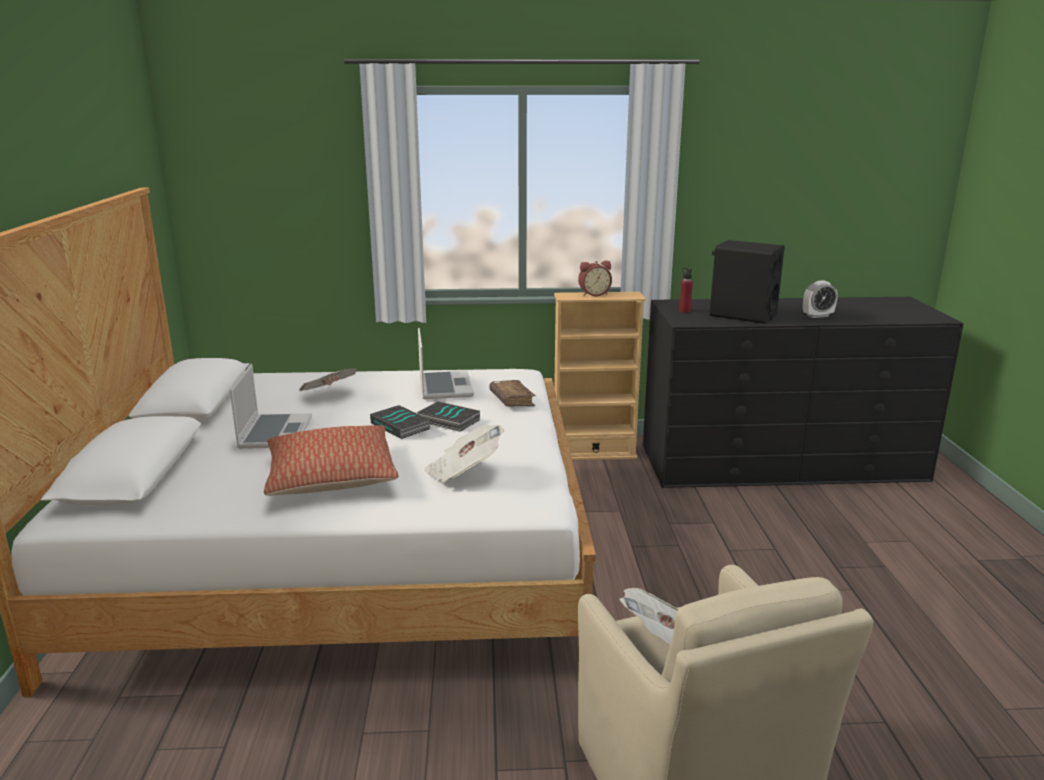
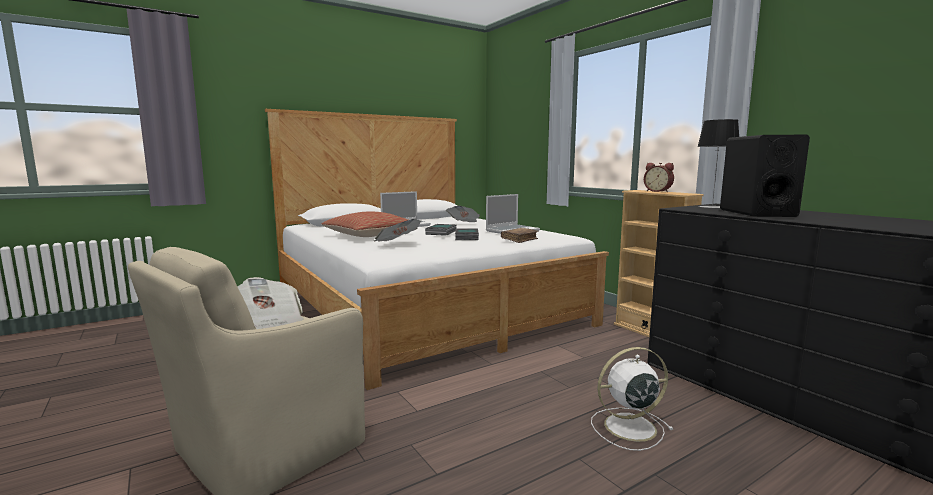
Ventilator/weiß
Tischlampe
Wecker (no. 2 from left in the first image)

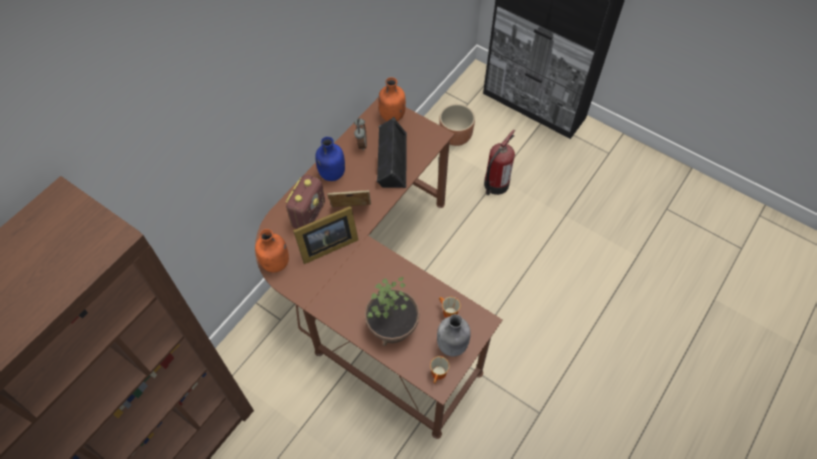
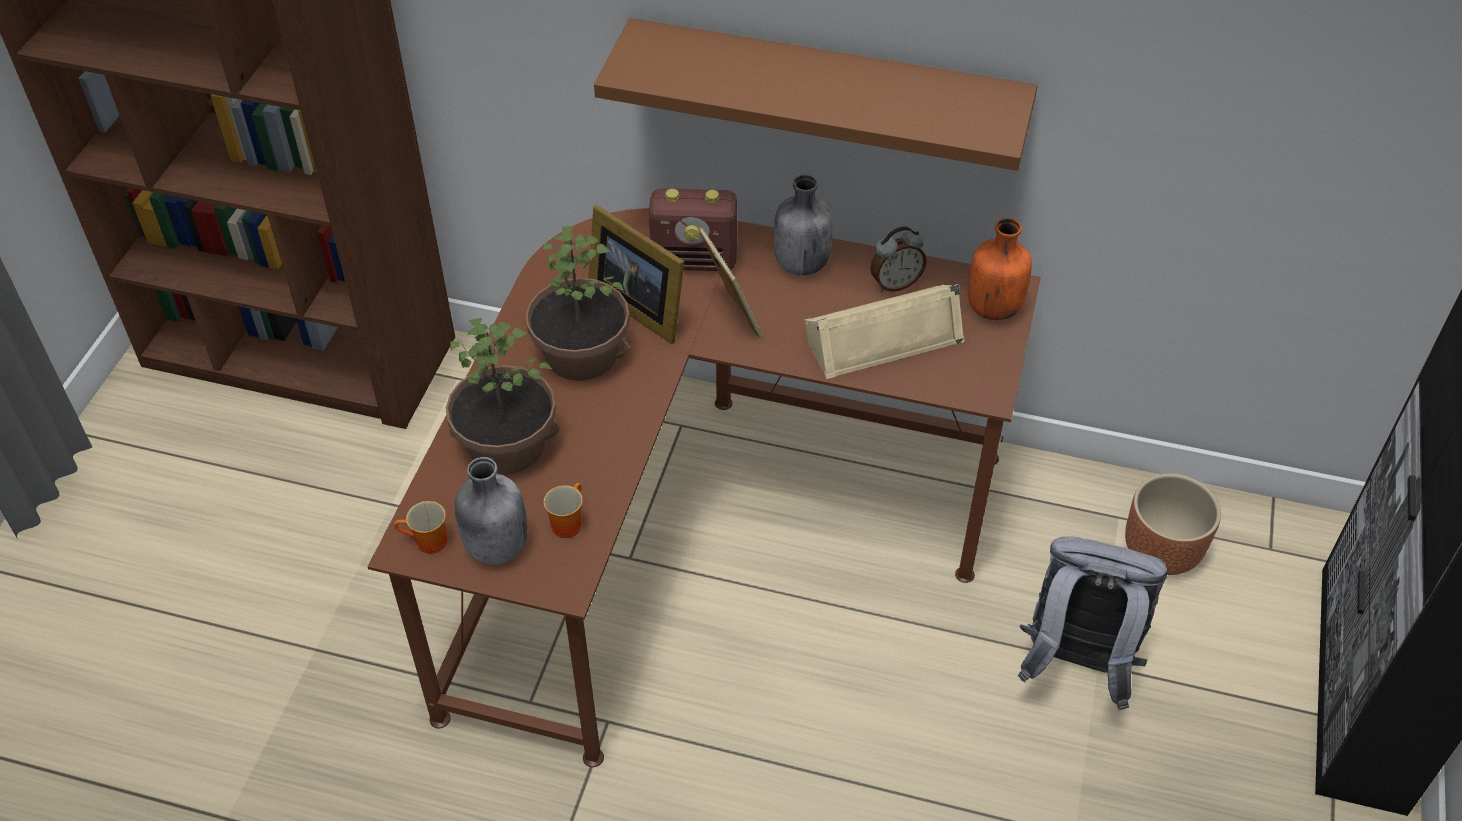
Topfpflanze (no. 2 from left)
Wandregal/braun
Flasche/grau (no. 2 from left)
Lautsprecher/beige
Rucksack/grau
Flasche/orange (no. 1 from left in the first image)

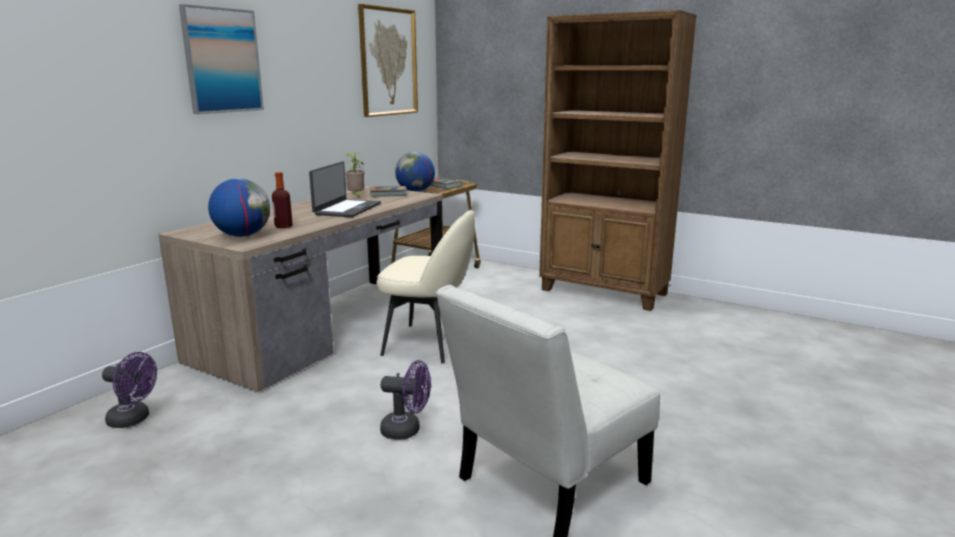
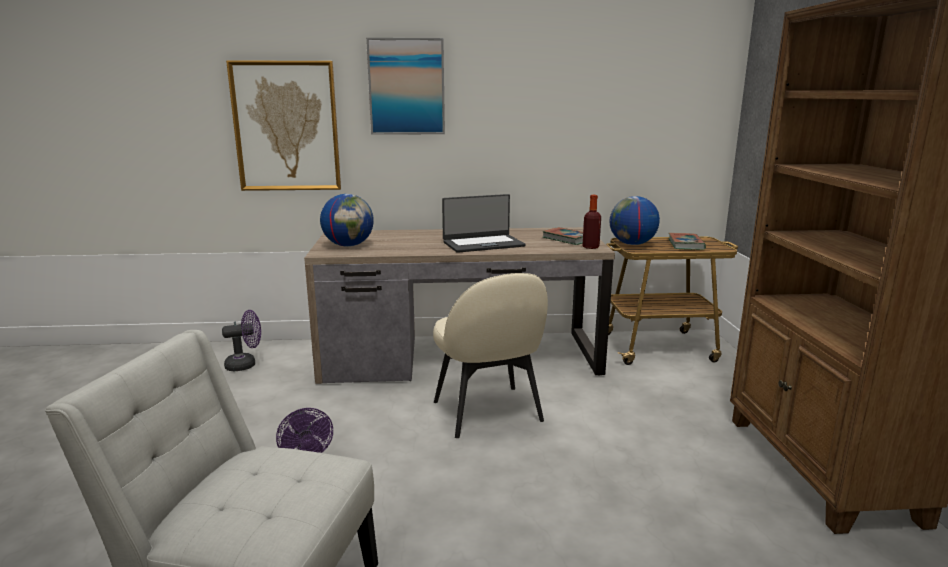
Ventilator/lila (no. 1 from left)
Bild (no. 1 from left)
Flasche
Topfpflanze

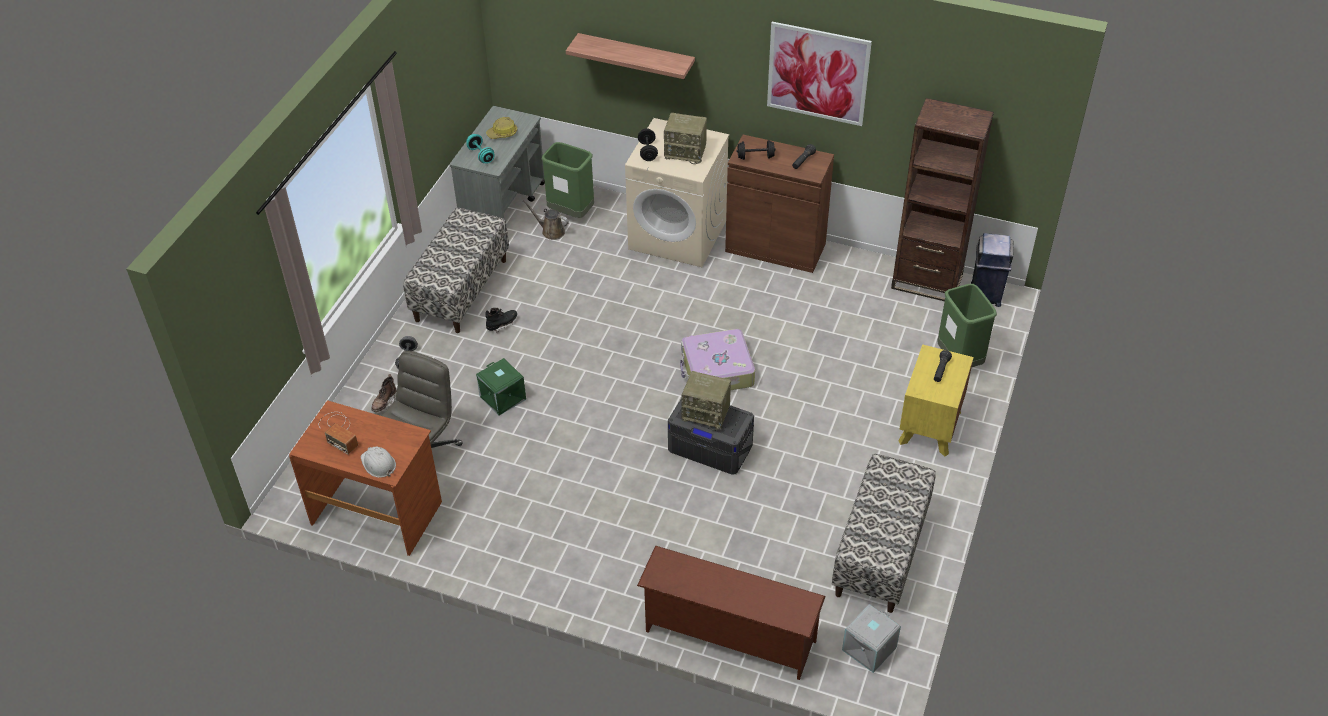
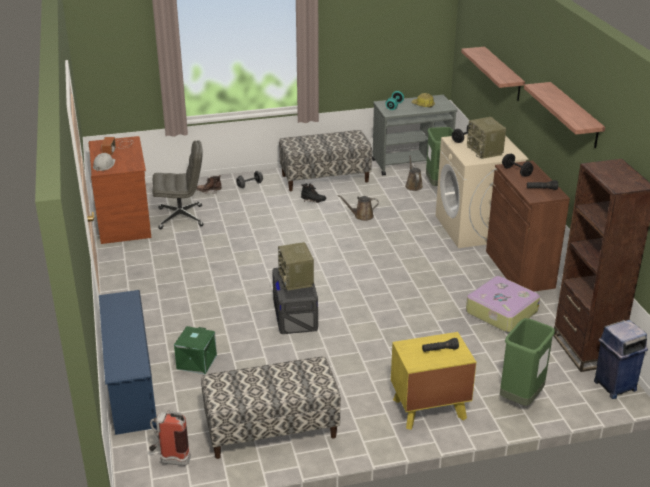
Schuhregal/blau
Feuerlöscher
Aufbewahrungsbox/grün
Gießkanne/braun (no. 1 from left)
Koffer
Wandregal (no. 2 from left)

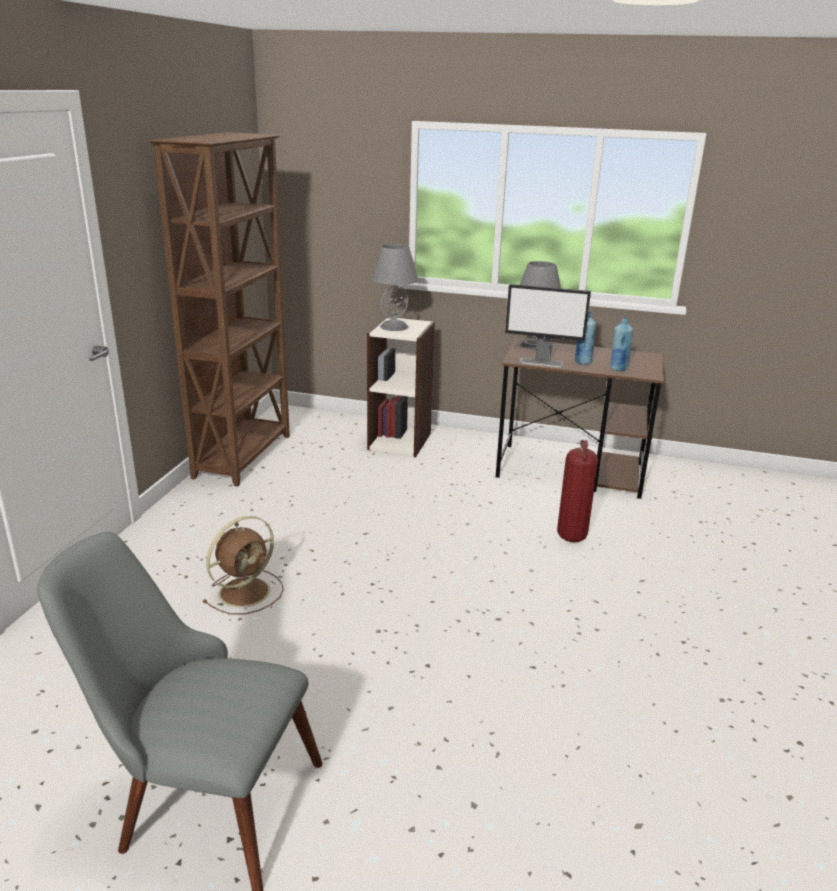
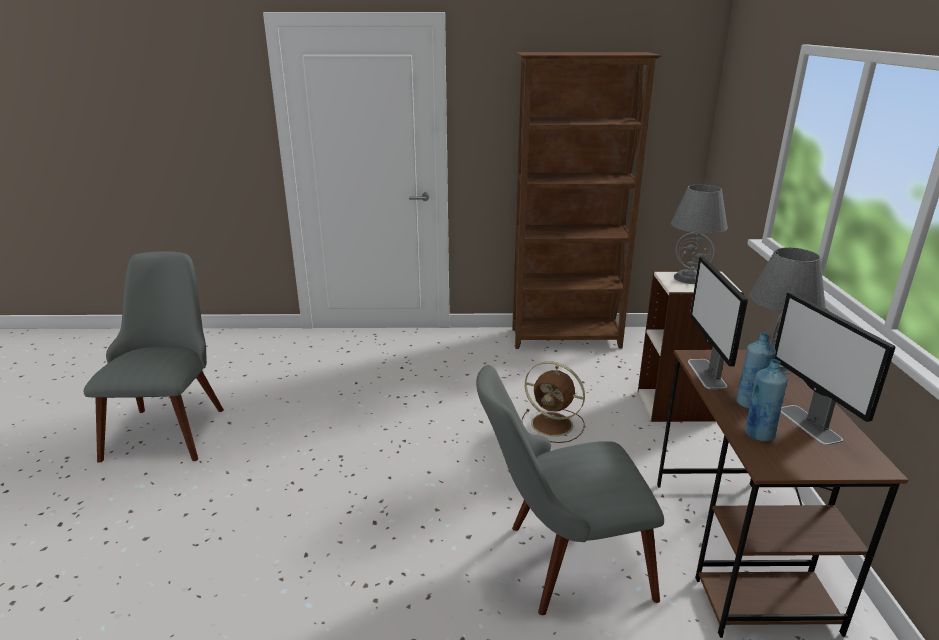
Stuhl/grau (no. 2 from left)
Ventilator/braun
Monitor (no. 2 from left)

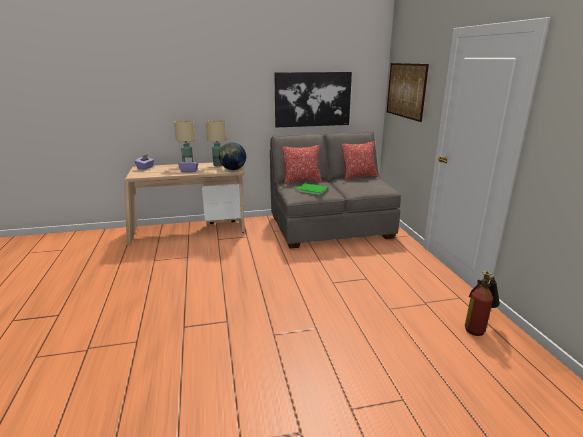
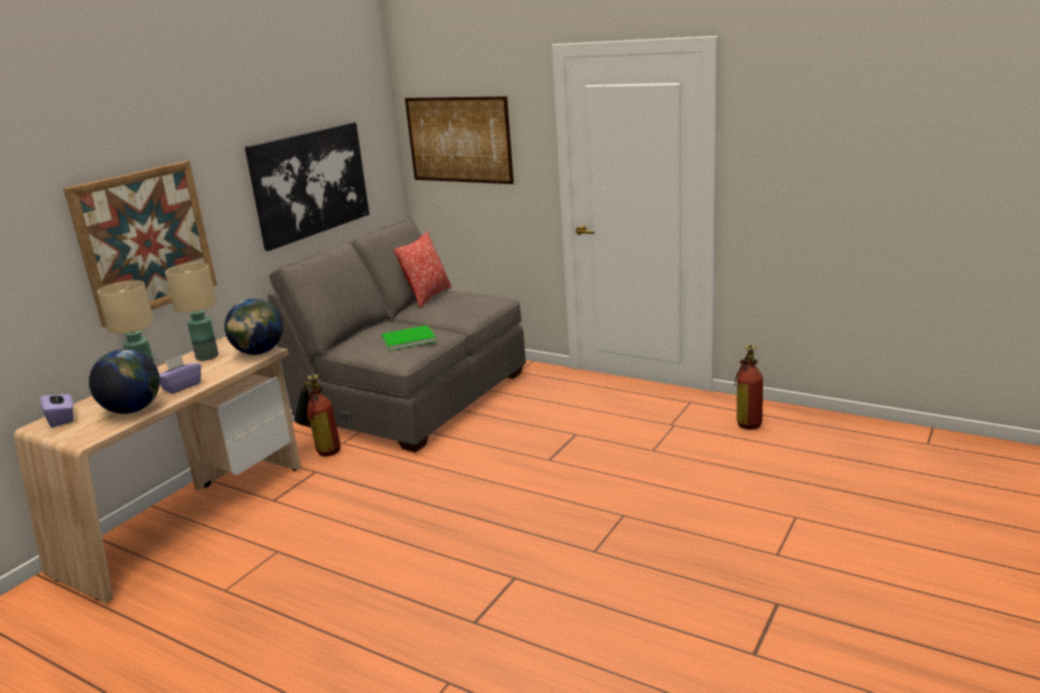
Bild (no. 1 from left)
Globus (no. 1 from left)
Feuerlöscher (no. 1 from left)
Kissen (no. 1 from left in the first image)

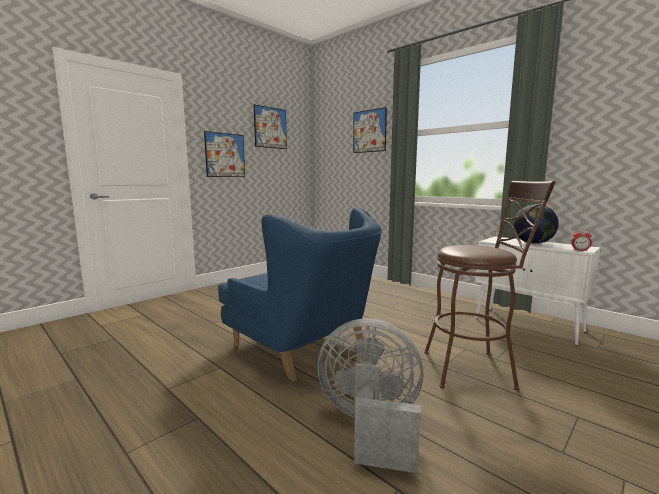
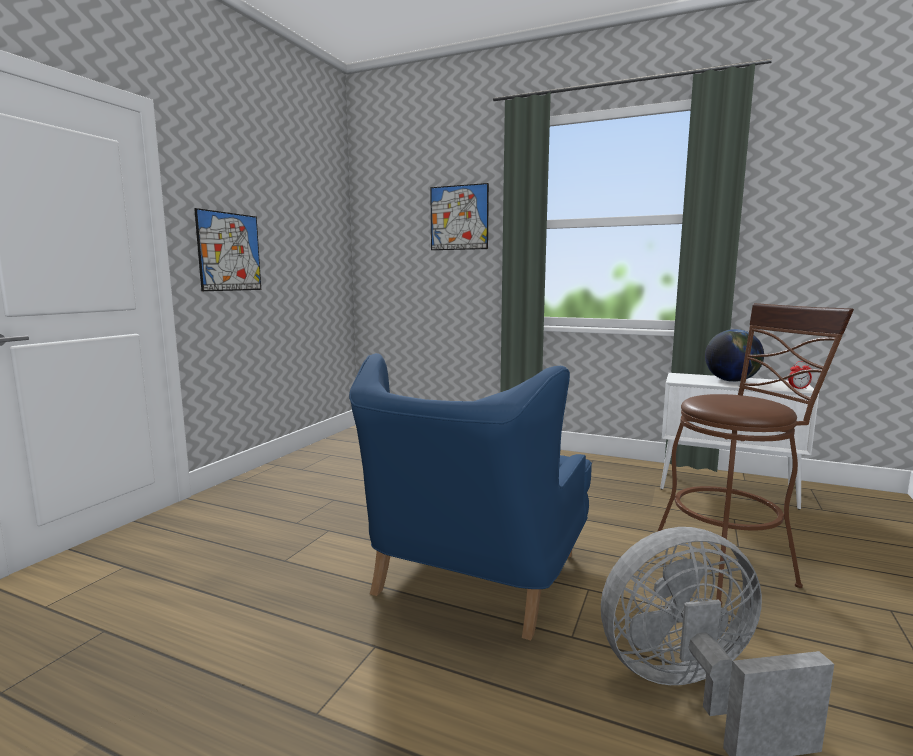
Sessel/blau
Bild (no. 2 from left in the first image)

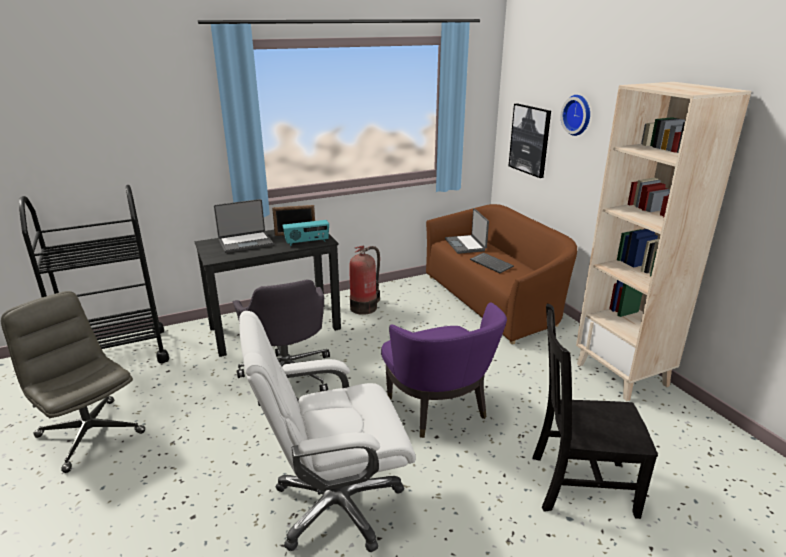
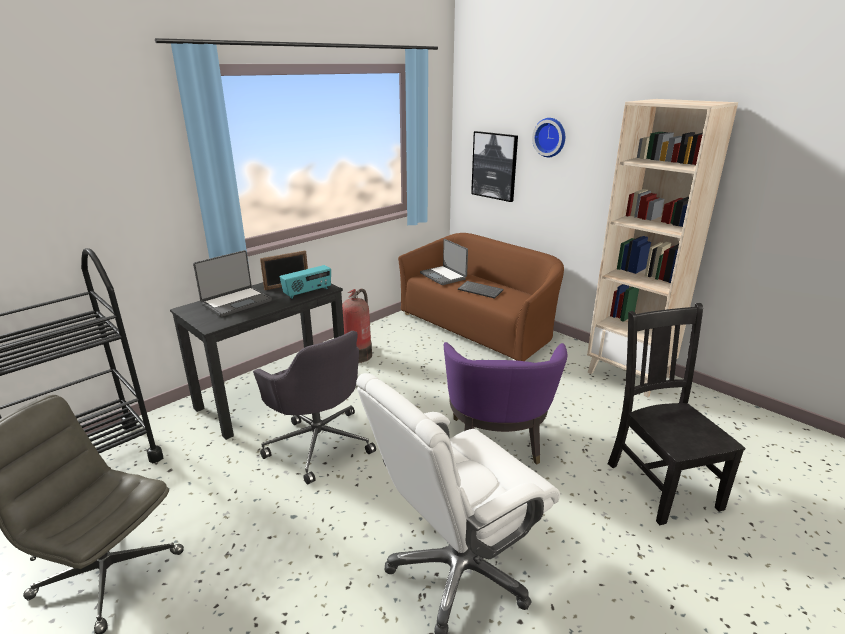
Sessel/lila
Stuhl/schwarz

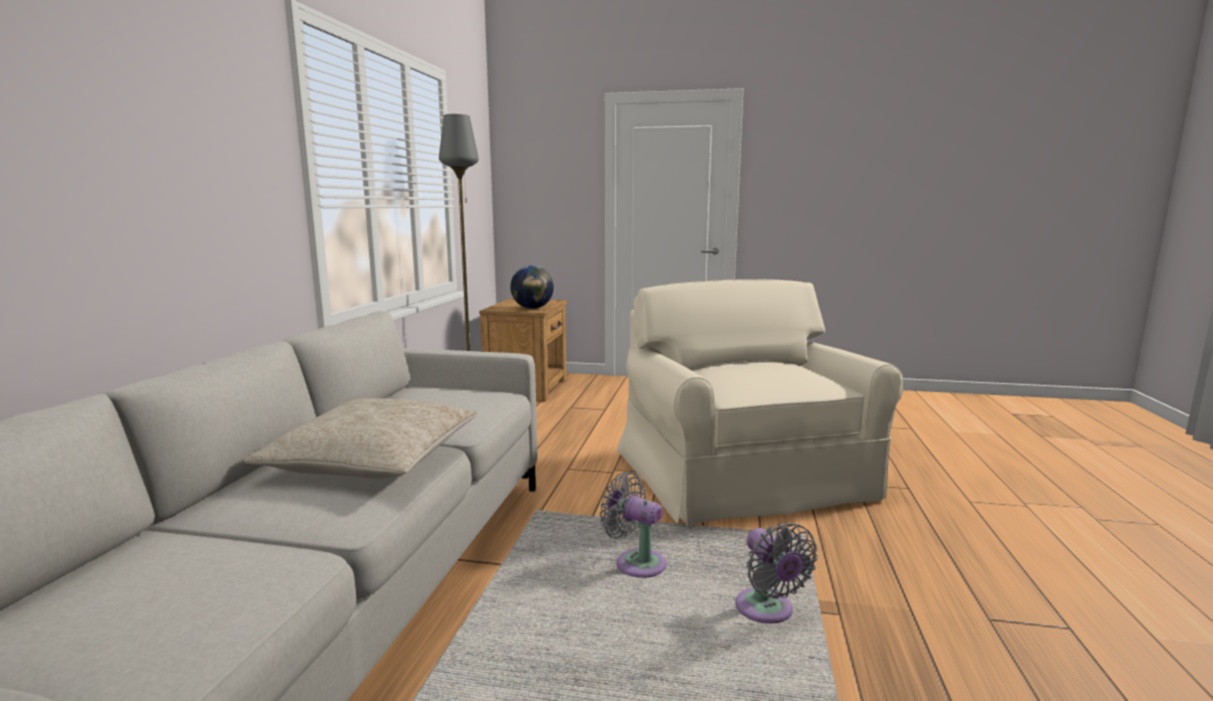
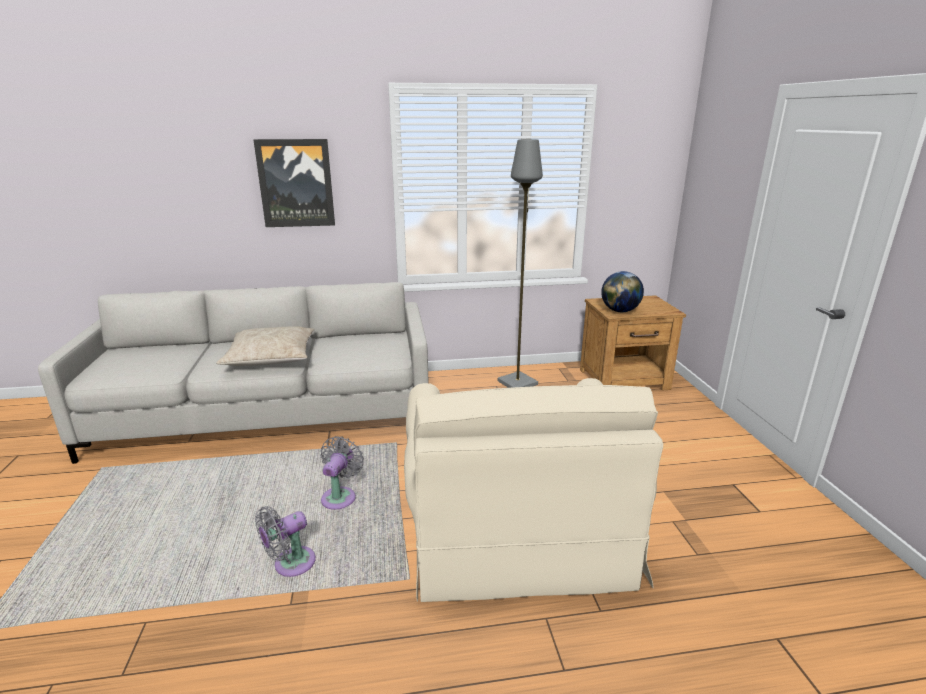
Bild
Sessel/beige

